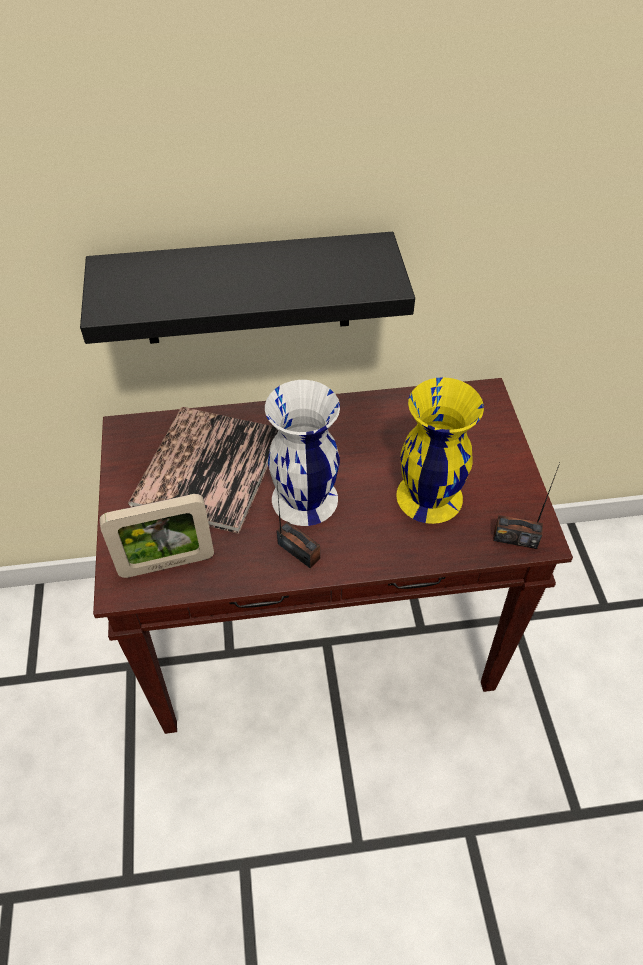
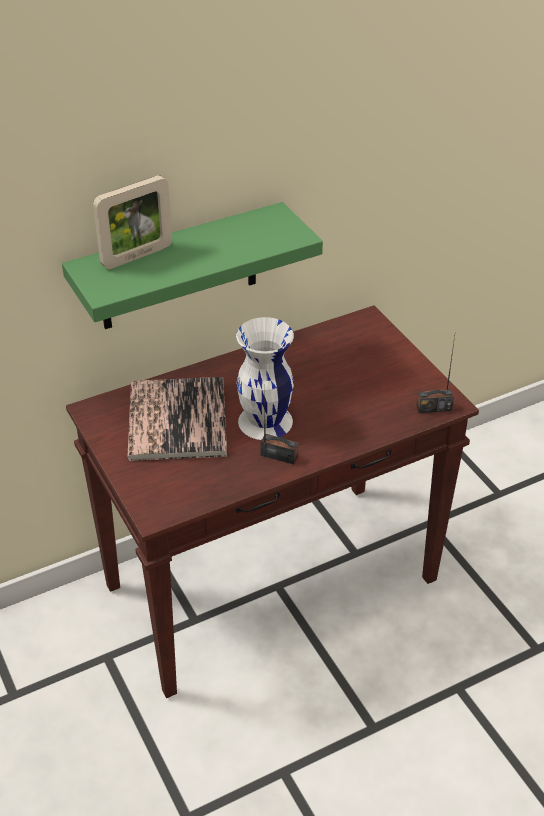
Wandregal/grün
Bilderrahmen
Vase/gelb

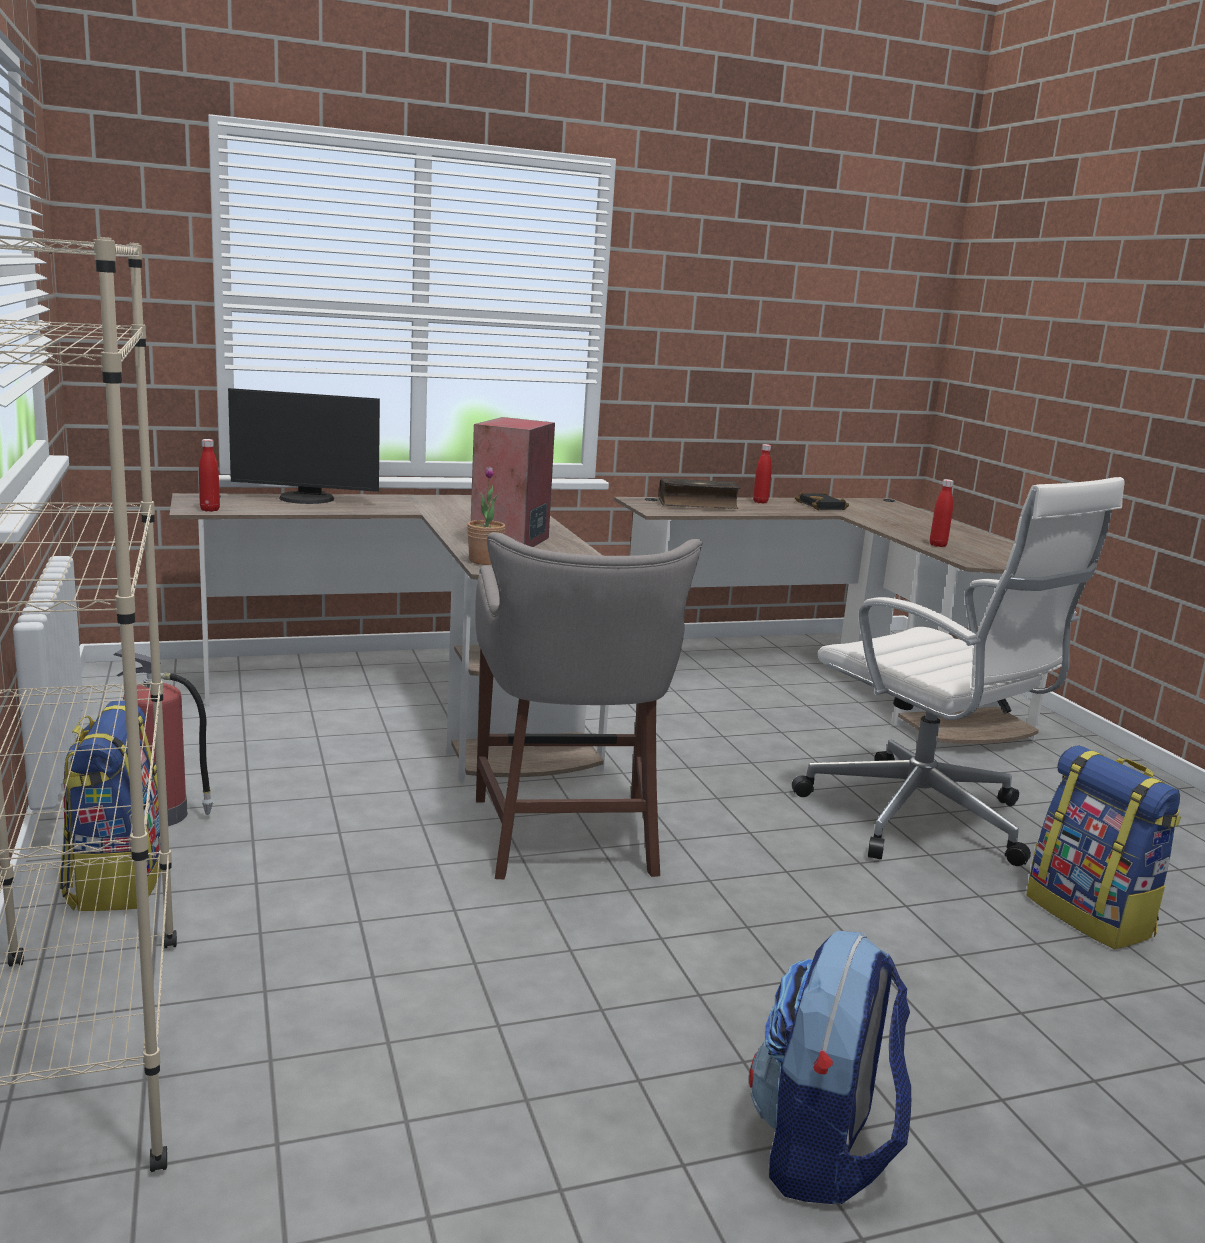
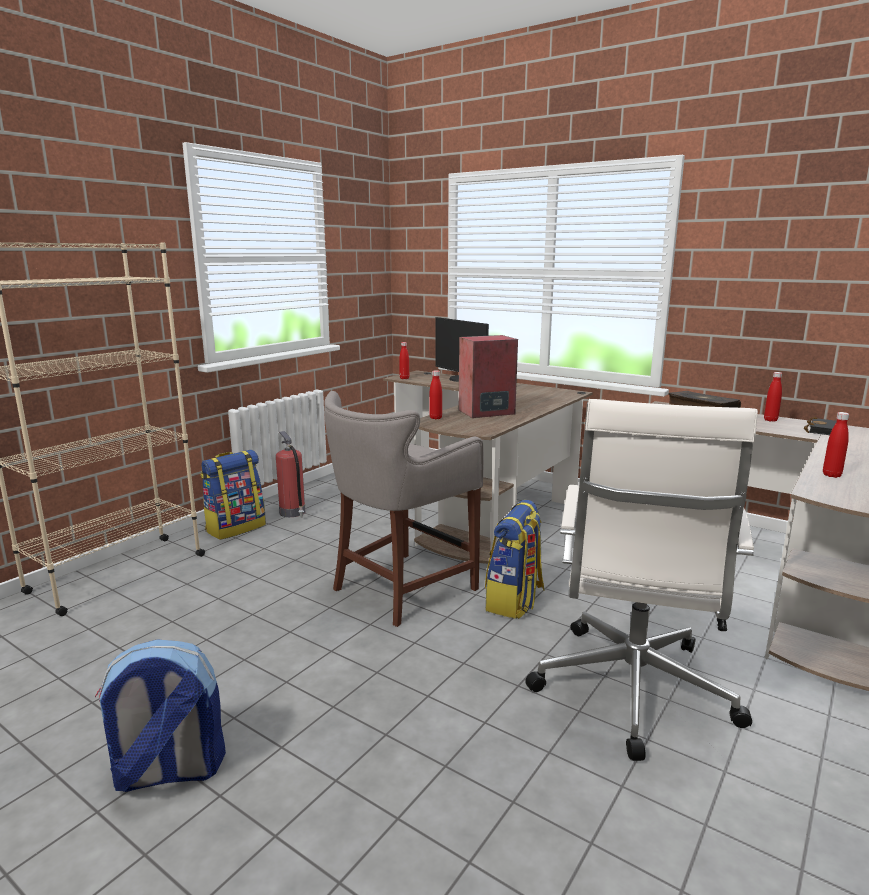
Flasche/rot (no. 2 from left)
Rucksack (no. 3 from left)

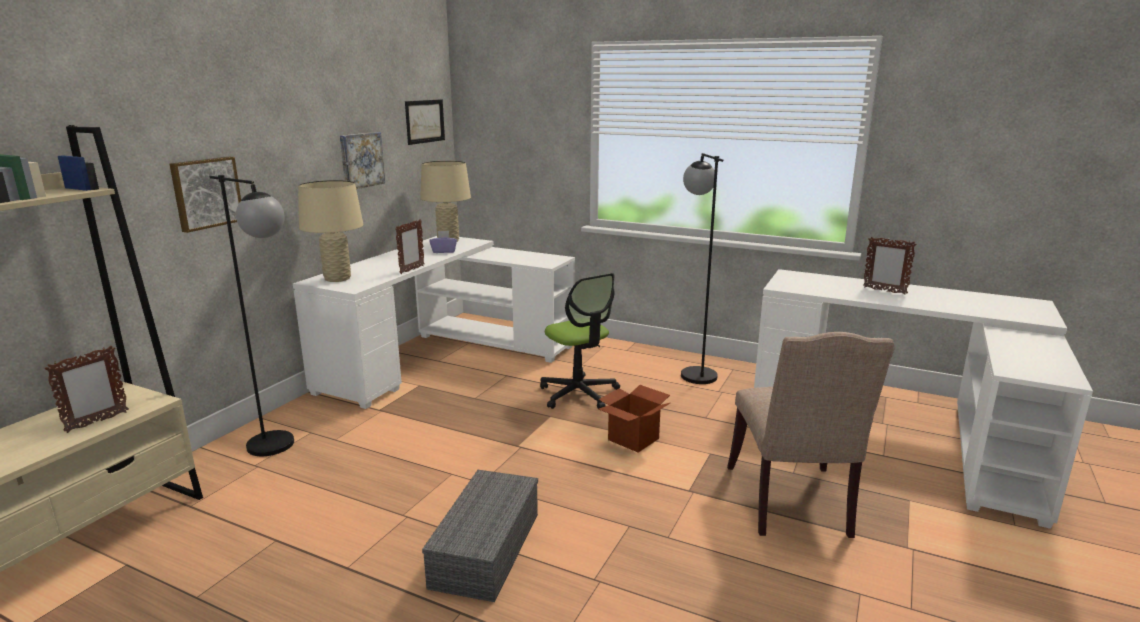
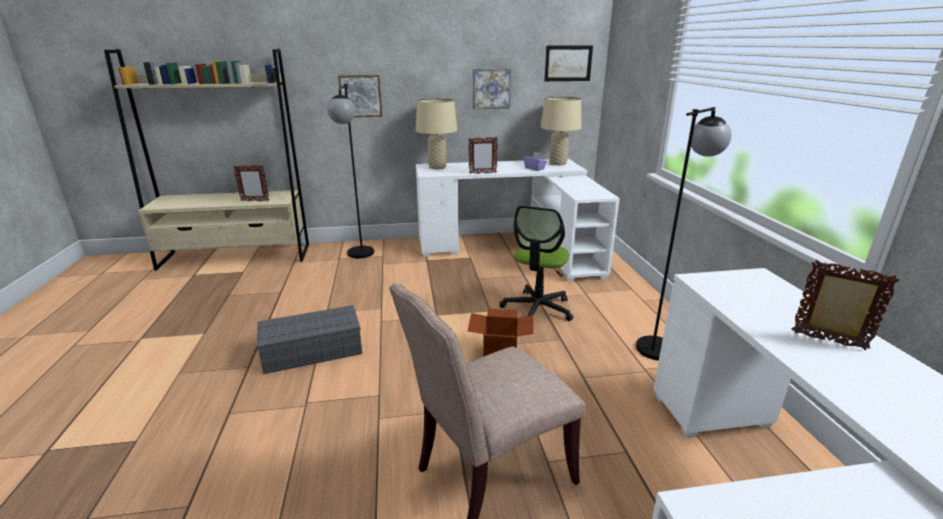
Bilderrahmen (no. 3 from left)

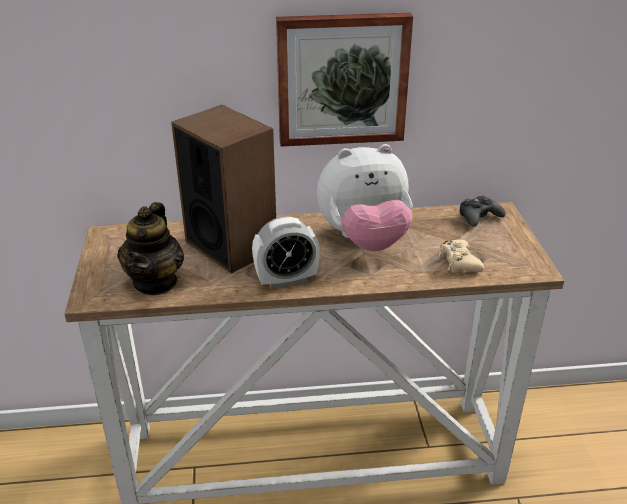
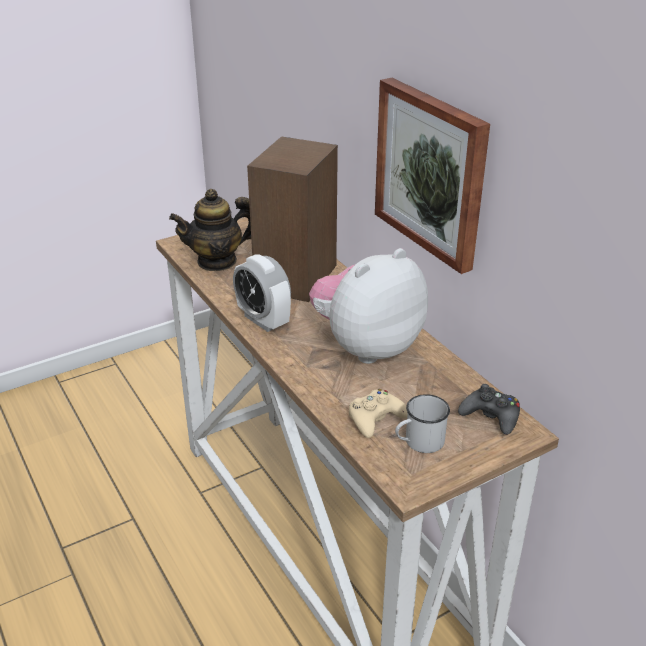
Plüschtier
Henkelbecher/weiß

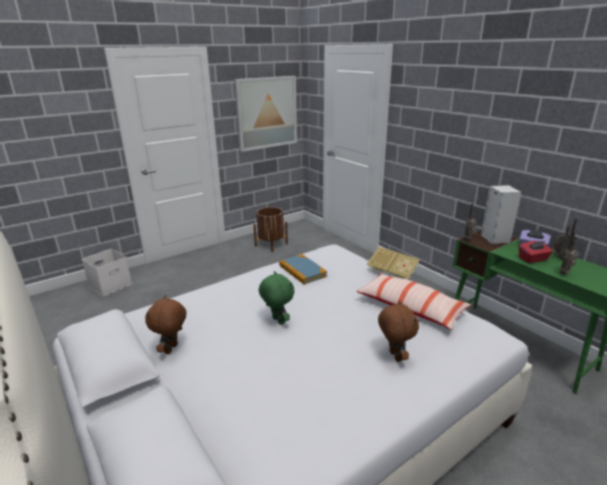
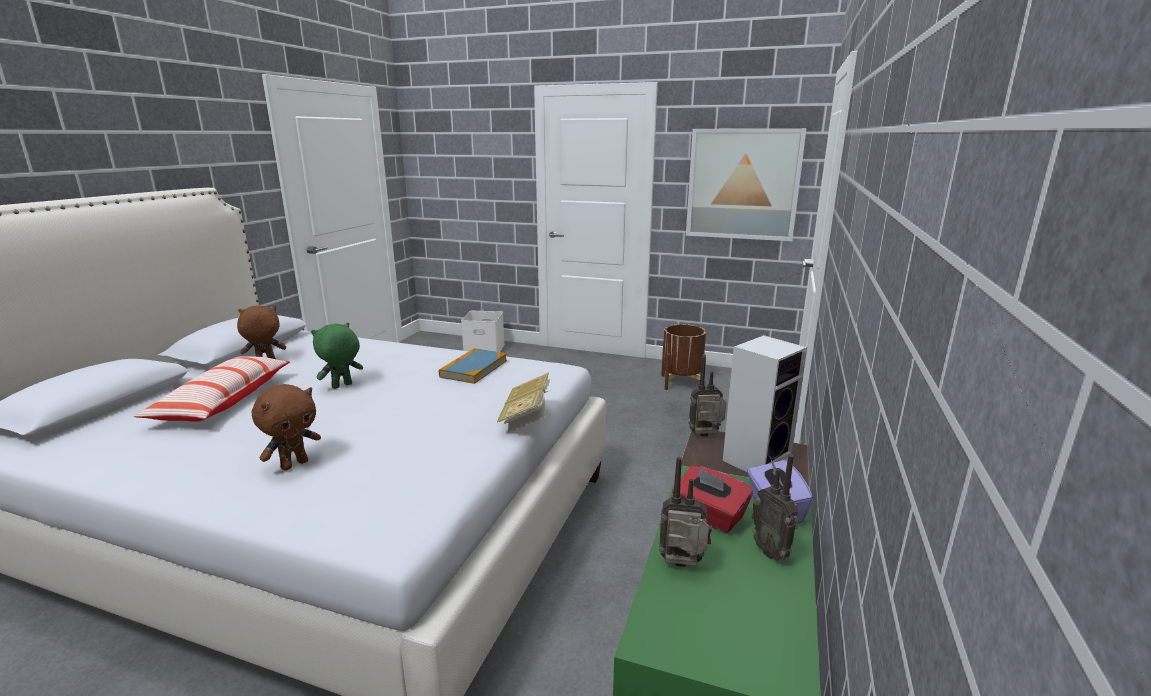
Kissen
Plüschtier/grün

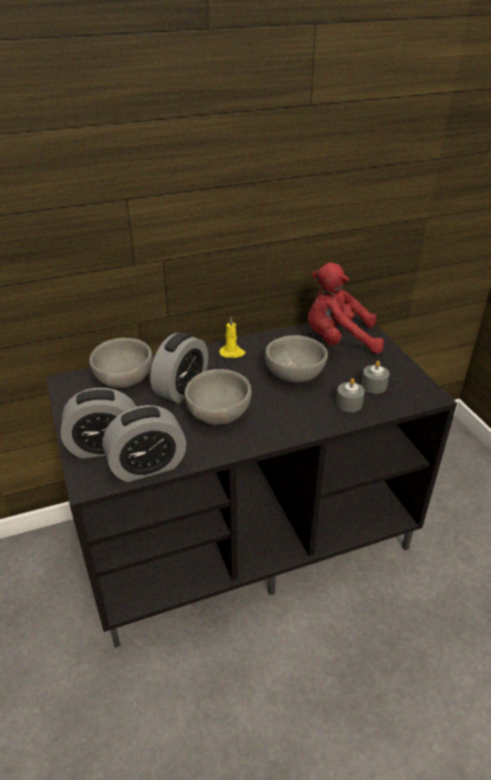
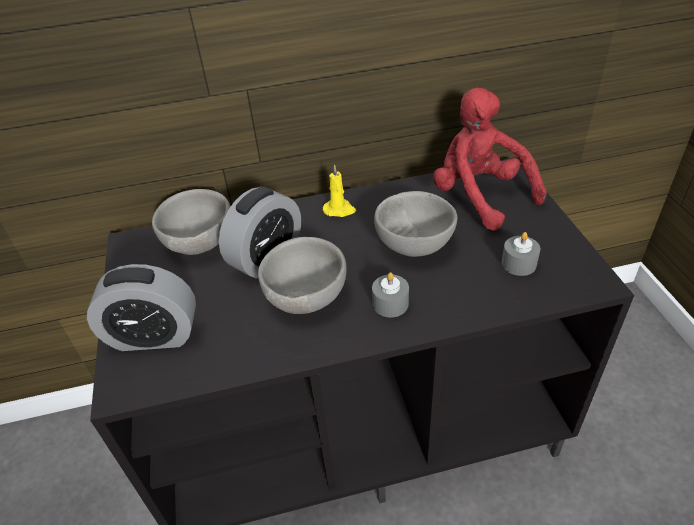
Kerze/grau (no. 1 from left)
Plüschtier/rot
Wecker (no. 2 from left in the first image)

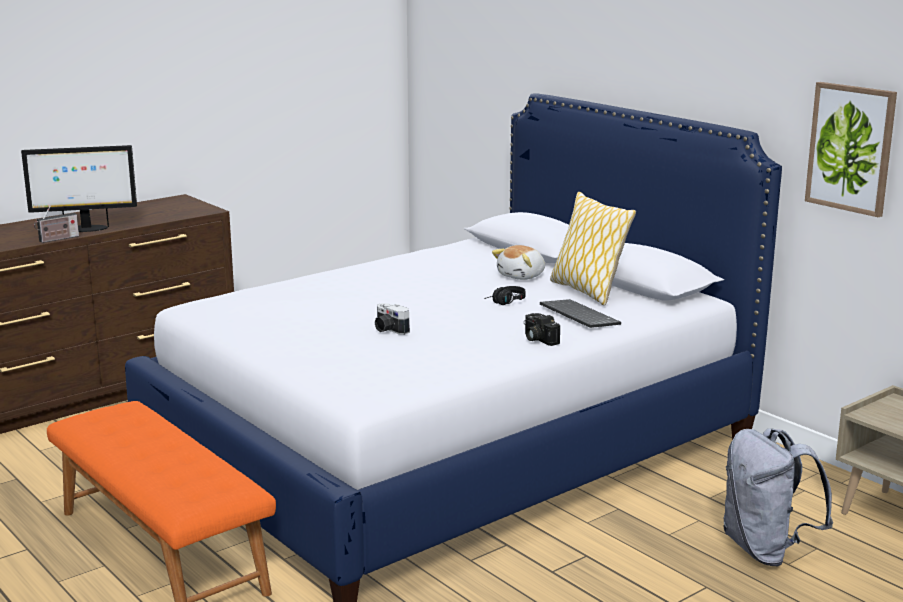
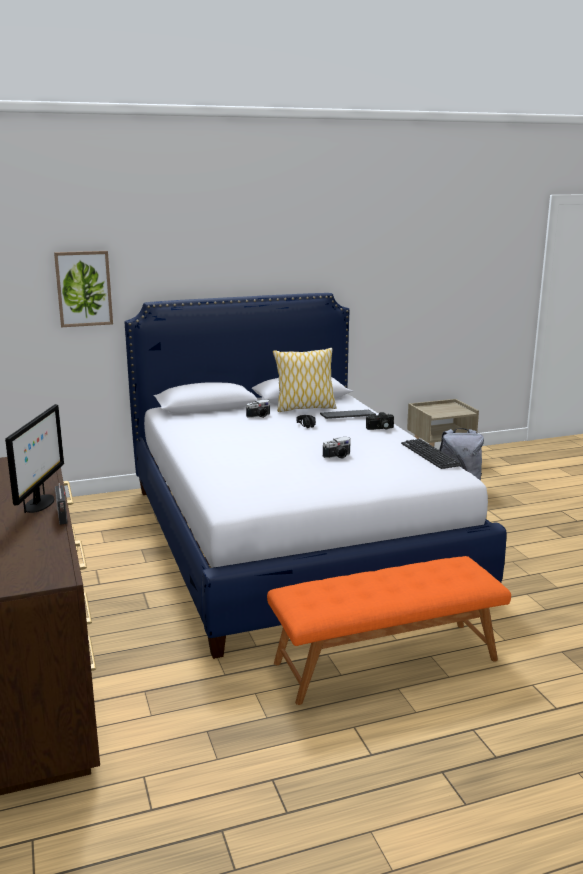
Bild
Kamera (no. 1 from left)
Tastatur (no. 2 from left)

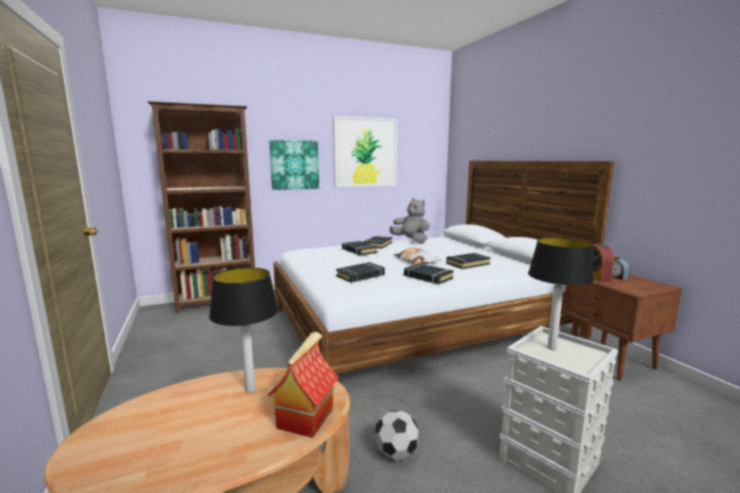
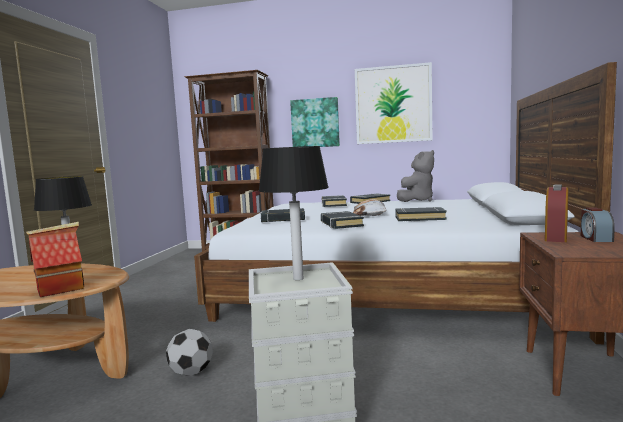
Plüschtier/grau

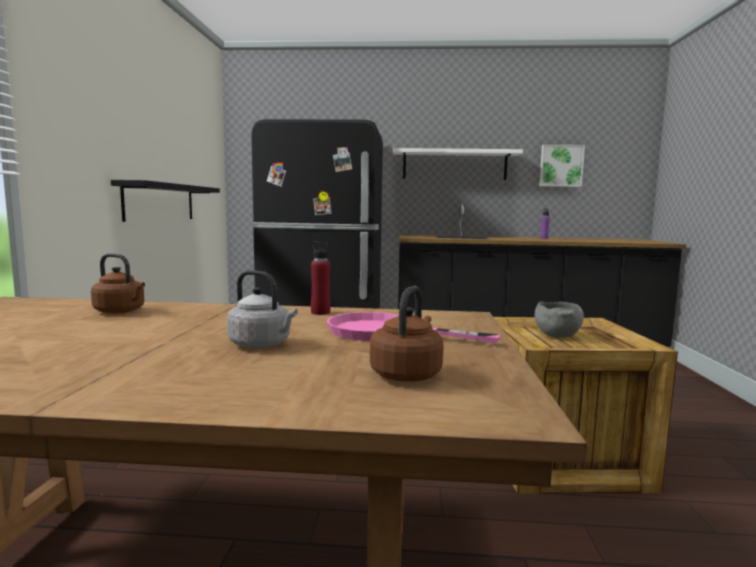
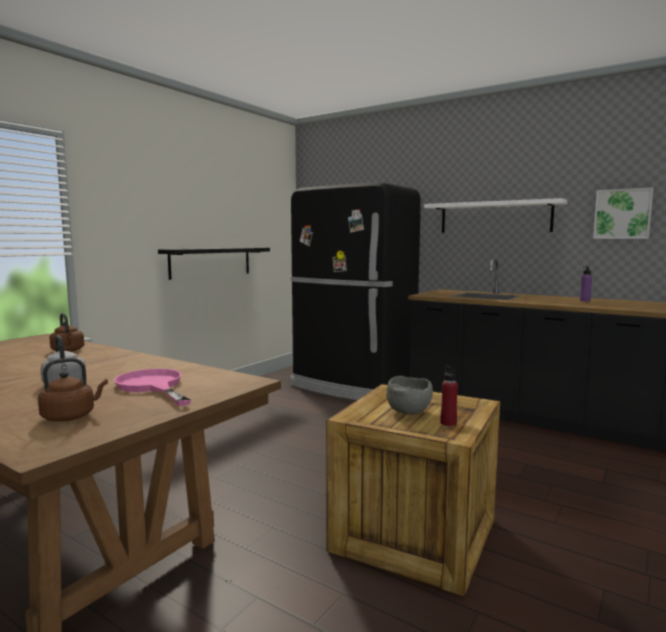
Flasche/rot

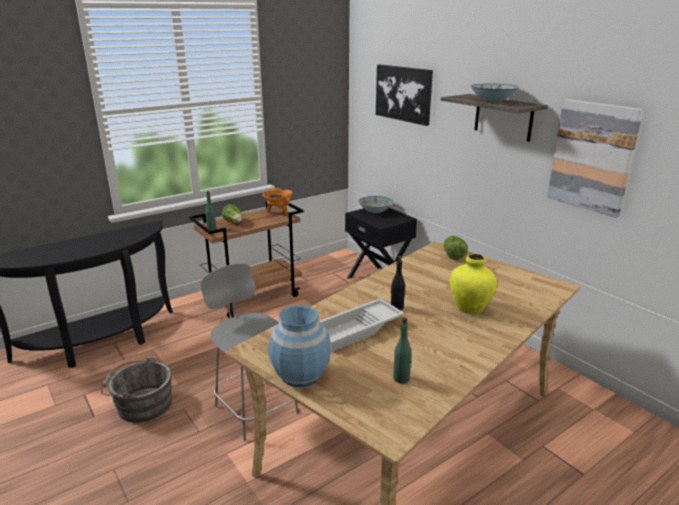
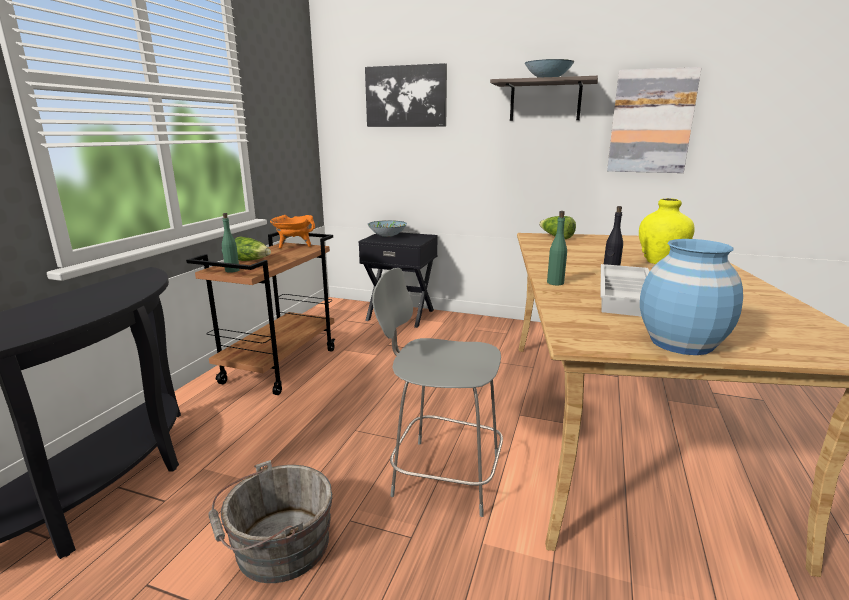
Flasche/grün (no. 2 from left)

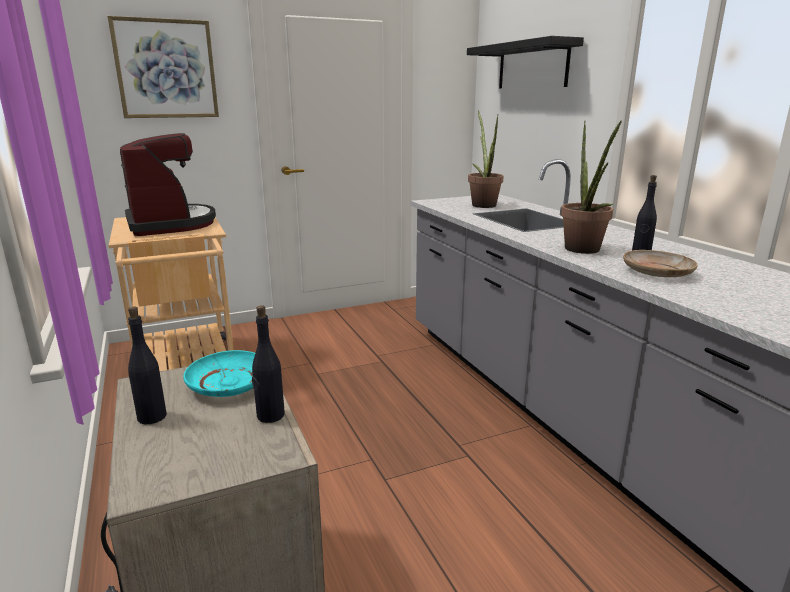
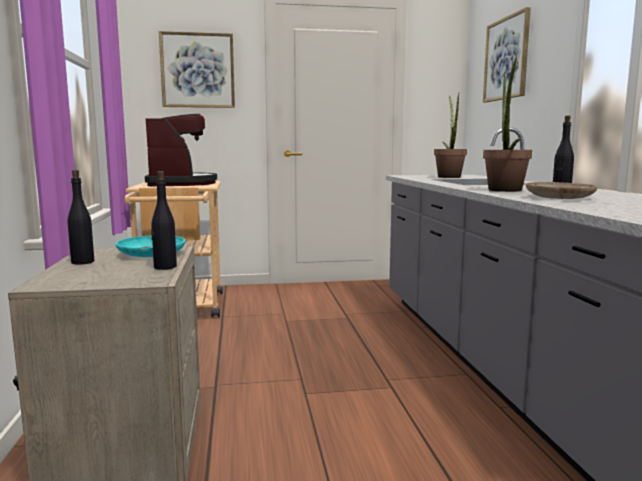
Bild (no. 2 from left)

